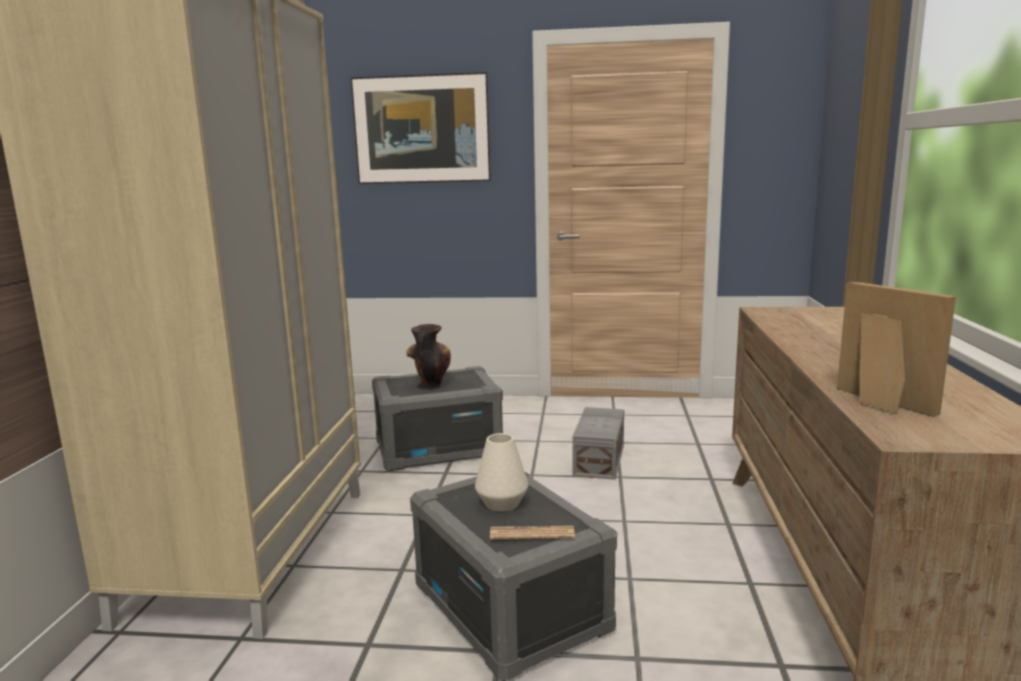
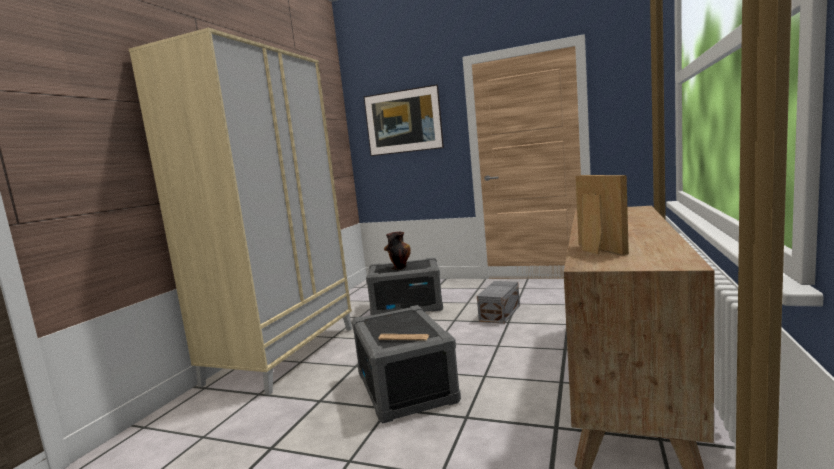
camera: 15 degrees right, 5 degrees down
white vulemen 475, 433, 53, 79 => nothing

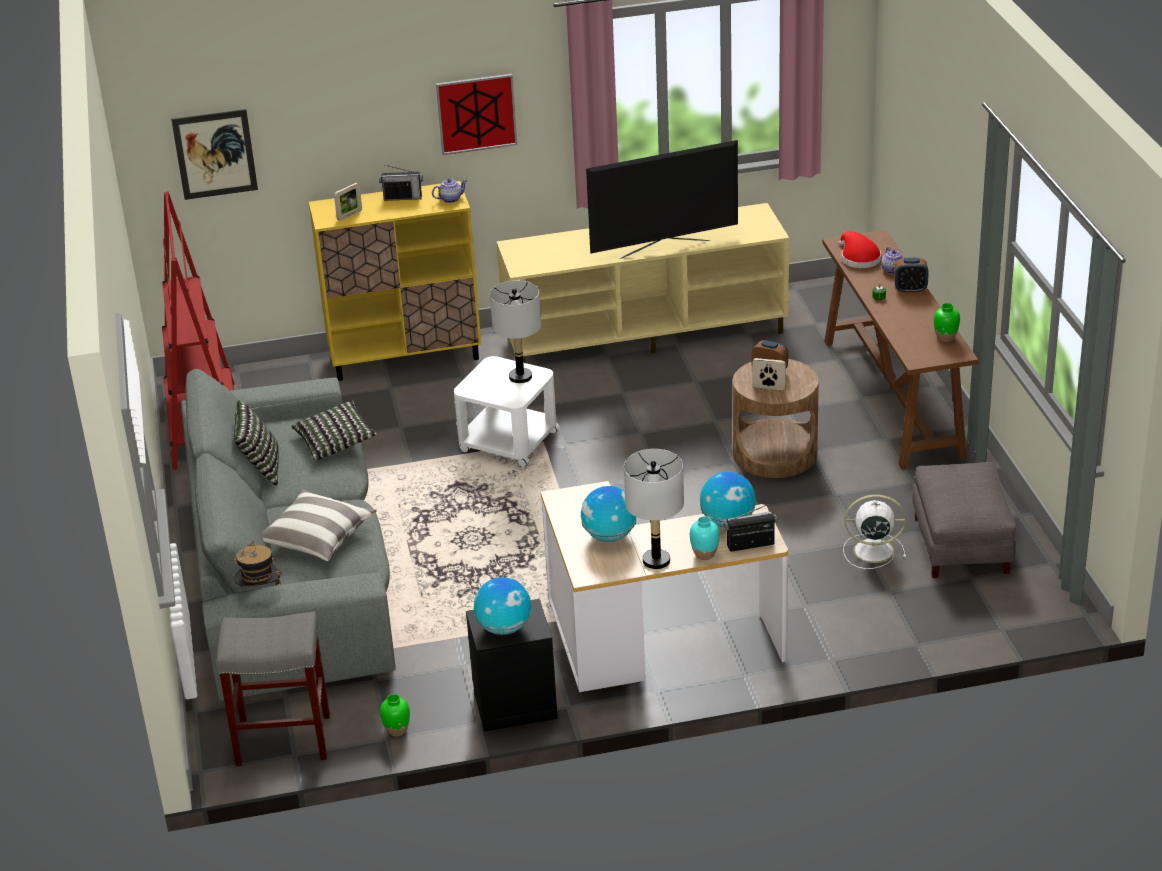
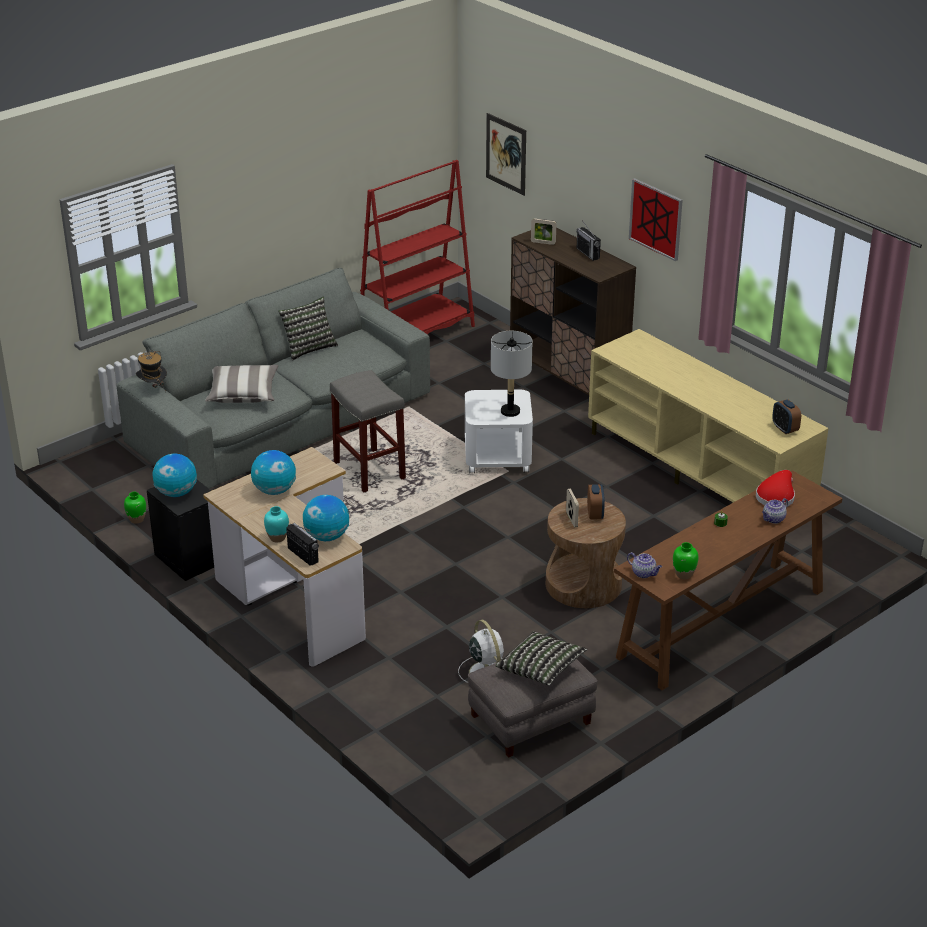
camera: 60 degrees right, 0 degrees up
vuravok 586, 140, 152, 119 => nothing
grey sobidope 624, 449, 60, 120 => nothing
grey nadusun 216, 611, 114, 155 => grey nadusun 330, 370, 76, 122, relocated
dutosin 292, 400, 84, 61 => dutosin 496, 631, 91, 55, relocated
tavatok 432, 179, 35, 24 => tavatok 627, 552, 35, 26, relocated
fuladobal 894, 258, 35, 35 => fuladobal 772, 399, 29, 35, relocated
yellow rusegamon 309, 181, 172, 200 => brown rusegamon 510, 227, 126, 168

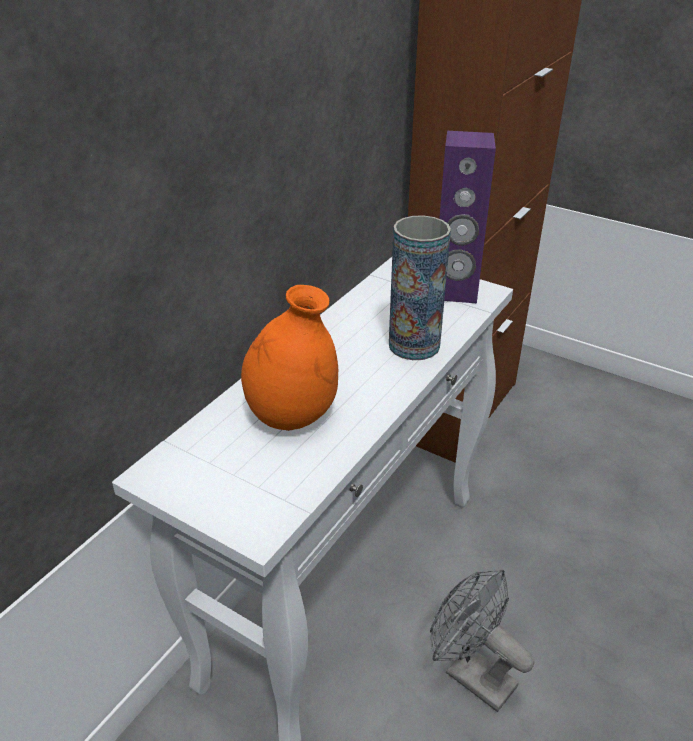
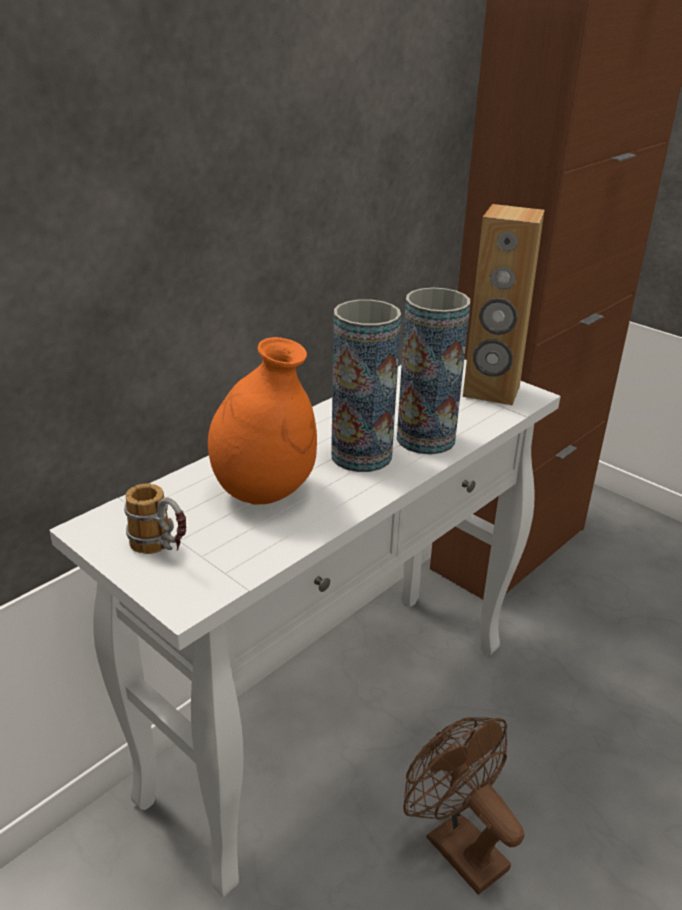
camera: 10 degrees right, 5 degrees down
nothing => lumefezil 124, 483, 62, 71
nothing => vulemen 331, 300, 70, 172
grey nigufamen 430, 570, 104, 142 => brown nigufamen 403, 717, 121, 178
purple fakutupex 439, 131, 57, 172 => brown fakutupex 463, 204, 82, 202

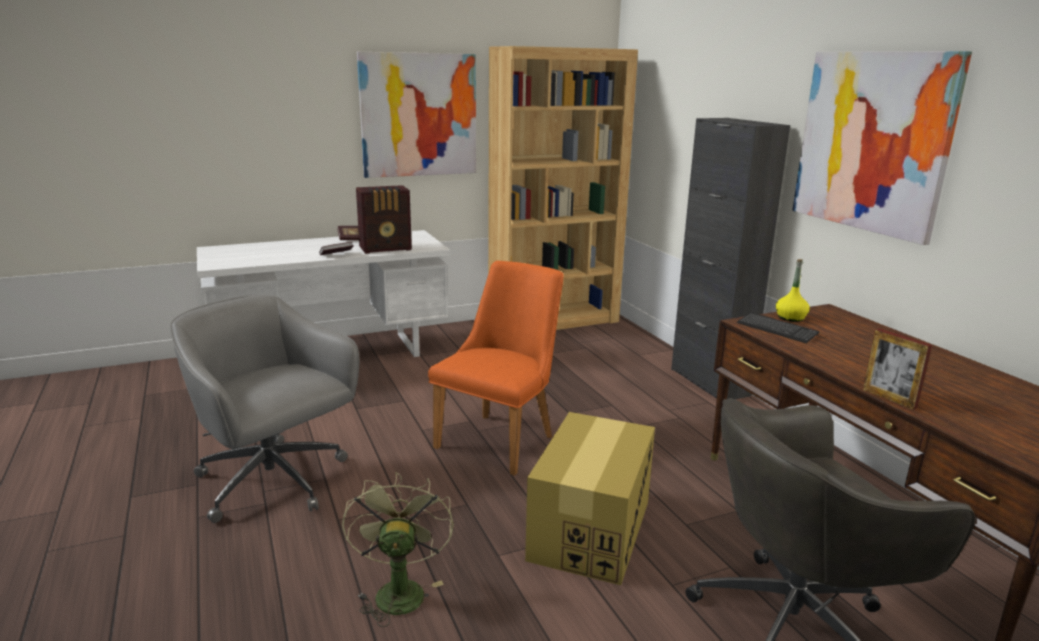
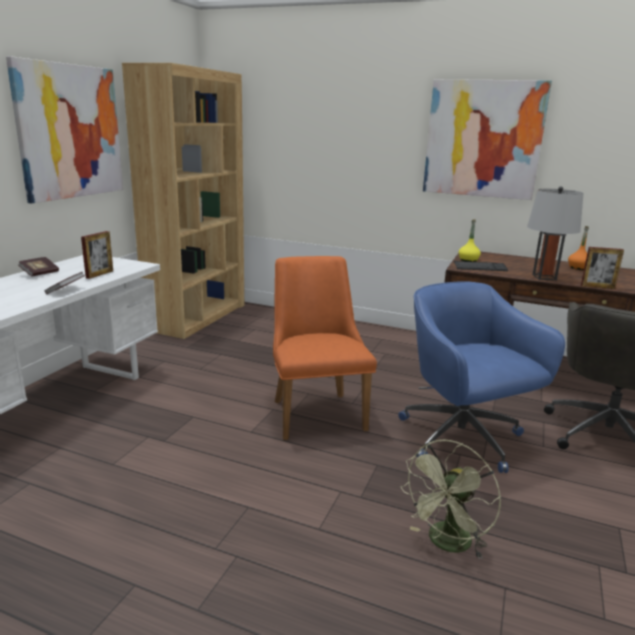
camera: 45 degrees left, 0 degrees up
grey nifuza 170, 295, 189, 228 => nothing
black rusegamon 671, 118, 119, 281 => nothing
nothing => grey sobidope 527, 186, 56, 94
nothing => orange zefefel 568, 226, 21, 44
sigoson 356, 185, 56, 69 => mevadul 81, 231, 32, 48
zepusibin 525, 412, 130, 173 => blue nifuza 398, 281, 167, 192
green nigufamen 342, 472, 112, 155 => green nigufamen 400, 440, 101, 120, 90 degrees counterclockwise

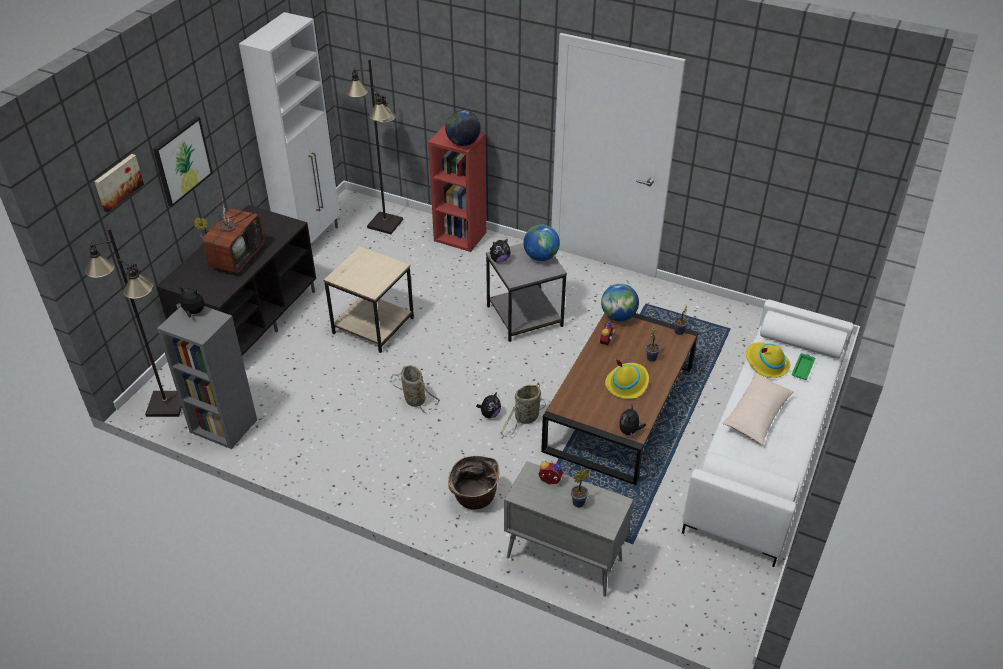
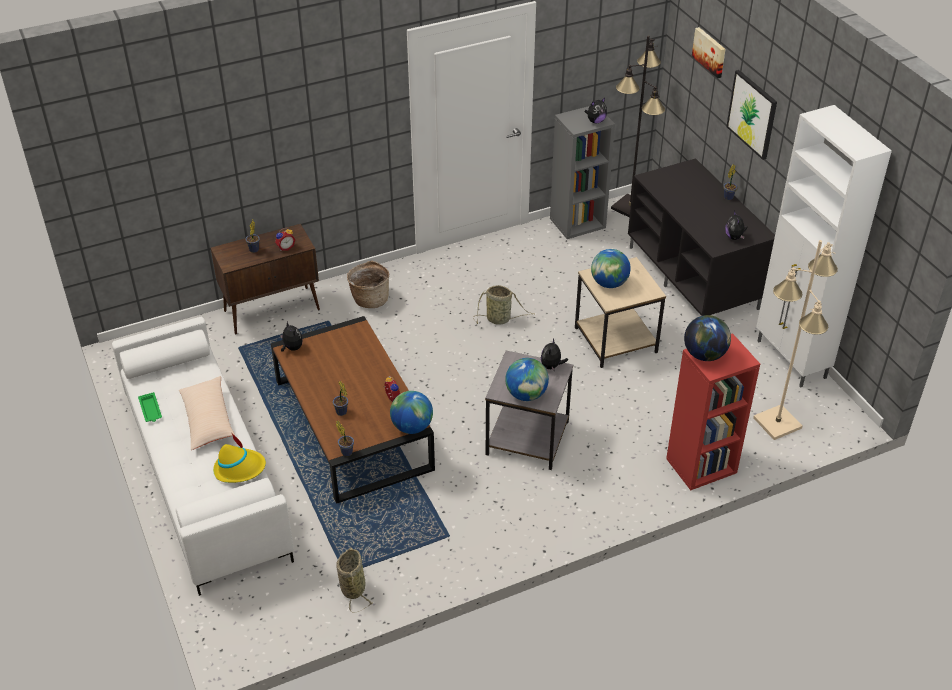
camera: 130 degrees right, 0 degrees up
vuravok 202, 189, 63, 85 => nothing
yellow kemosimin 605, 360, 44, 39 => nothing
nothing => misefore 591, 249, 40, 39
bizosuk 476, 392, 25, 27 => bizosuk 725, 211, 22, 29, relocated
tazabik 500, 382, 46, 55 => tazabik 336, 548, 38, 65, relocated
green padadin 792, 353, 24, 27 => green padadin 138, 392, 24, 30, relocated
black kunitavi 346, 59, 57, 175 => beige kunitavi 753, 240, 85, 200
grey rusegamon 504, 461, 129, 136 => brown rusegamon 211, 224, 109, 110

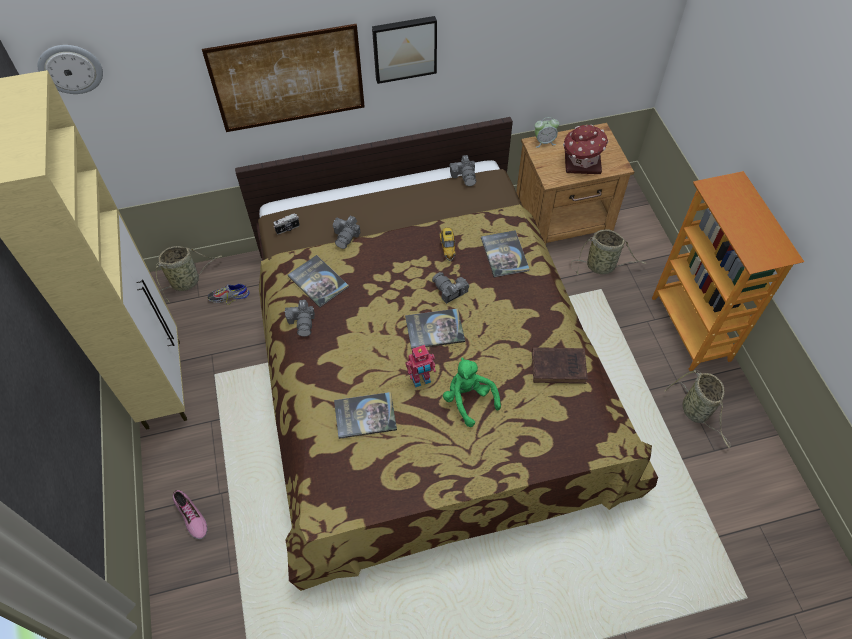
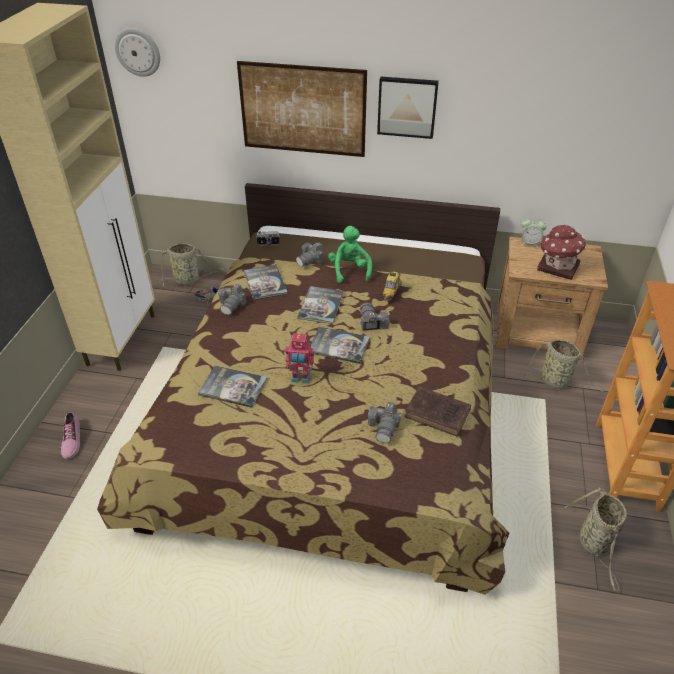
camera: 25 degrees right, 15 degrees down
green bizosuk 443, 357, 58, 70 => green bizosuk 328, 226, 44, 57, relocated
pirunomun 449, 155, 27, 31 => pirunomun 368, 402, 33, 41, relocated
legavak 481, 230, 49, 47 => legavak 297, 286, 47, 38, relocated

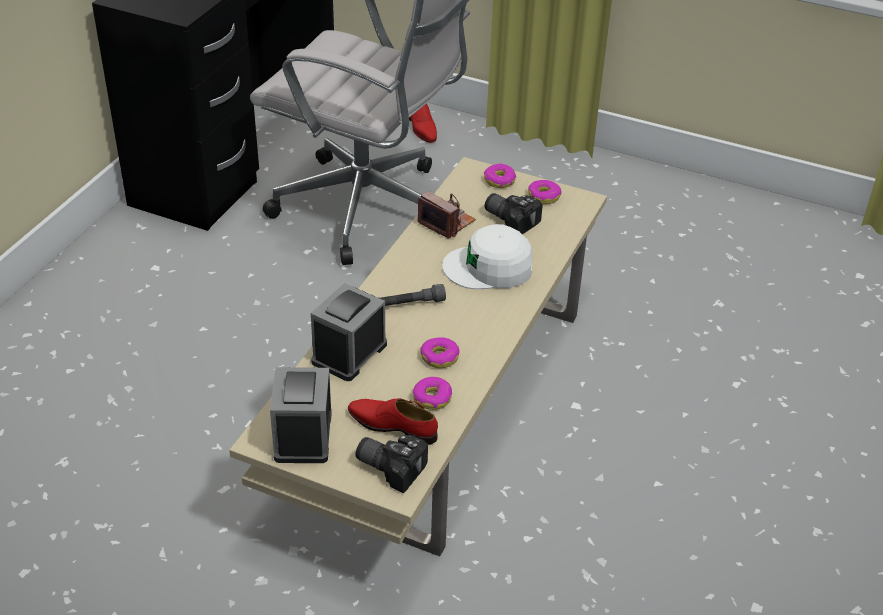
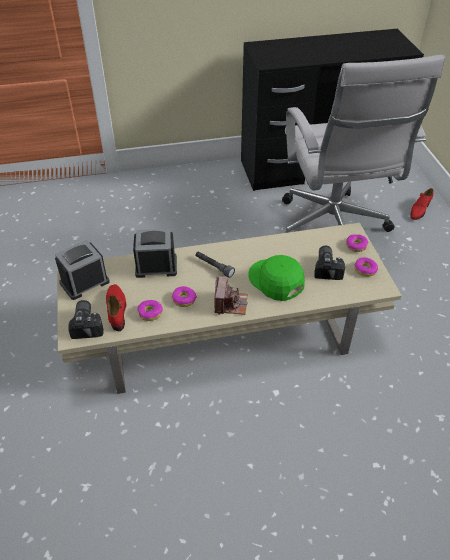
camera: 55 degrees right, 5 degrees up
pirunomun 417, 191, 59, 48 => pirunomun 214, 276, 34, 39, relocated
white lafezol 442, 224, 90, 65 => green lafezol 248, 255, 57, 46

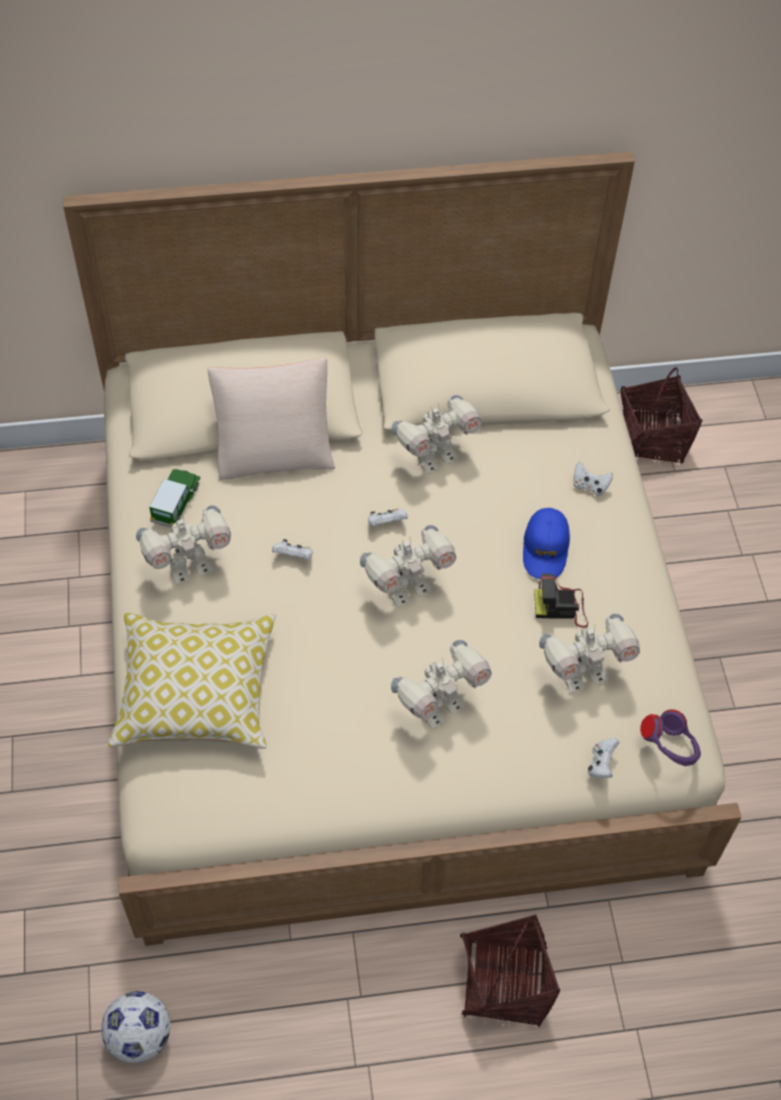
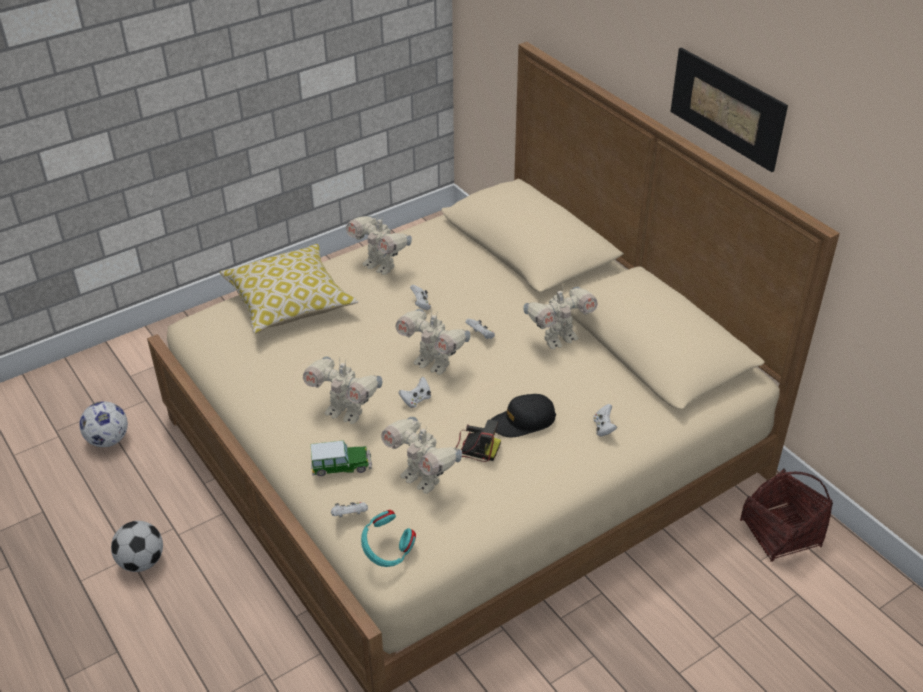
camera: 65 degrees right, 15 degrees down
beige dutosin 207, 357, 128, 123 => nothing
tazabik 460, 915, 101, 112 => nothing
nothing => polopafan 111, 521, 52, 51
nothing => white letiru 399, 377, 32, 31
nothing => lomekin 670, 47, 118, 125
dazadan 149, 469, 51, 59 => dazadan 311, 440, 61, 36, relocated
blue lafezol 523, 508, 47, 71 => black lafezol 490, 394, 66, 43
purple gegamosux 640, 709, 61, 57 => turquoise gegamosux 361, 510, 55, 57
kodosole 391, 395, 91, 79 => kodosole 523, 287, 75, 62, 60 degrees counterclockwise
pirunomun 534, 573, 54, 55 => pirunomun 456, 420, 45, 42, 135 degrees clockwise

